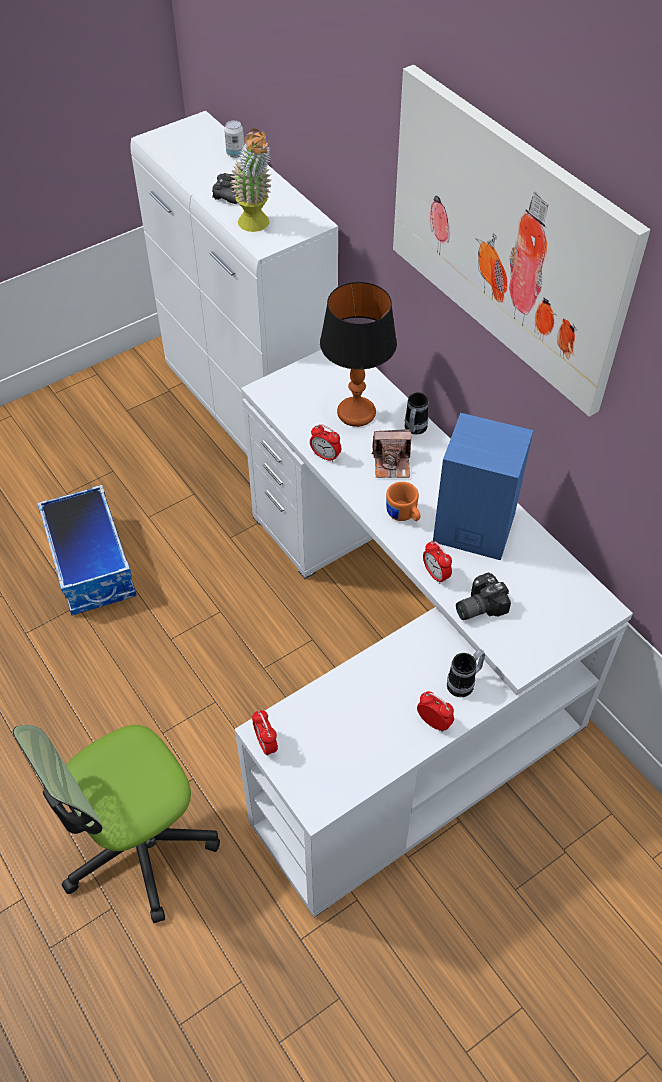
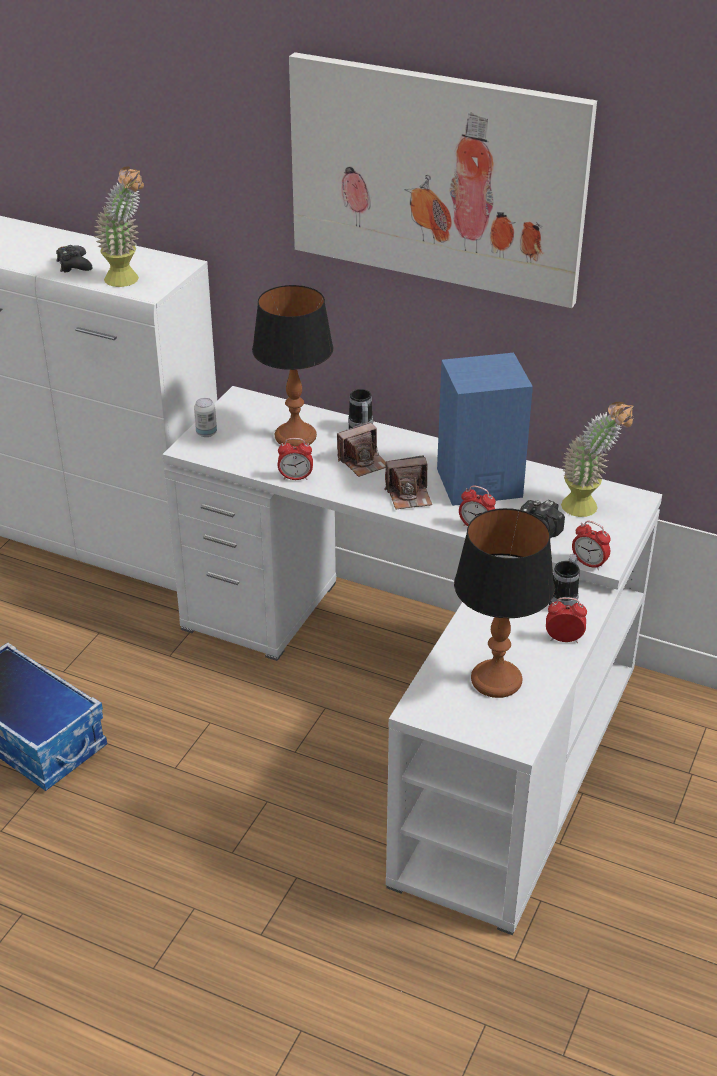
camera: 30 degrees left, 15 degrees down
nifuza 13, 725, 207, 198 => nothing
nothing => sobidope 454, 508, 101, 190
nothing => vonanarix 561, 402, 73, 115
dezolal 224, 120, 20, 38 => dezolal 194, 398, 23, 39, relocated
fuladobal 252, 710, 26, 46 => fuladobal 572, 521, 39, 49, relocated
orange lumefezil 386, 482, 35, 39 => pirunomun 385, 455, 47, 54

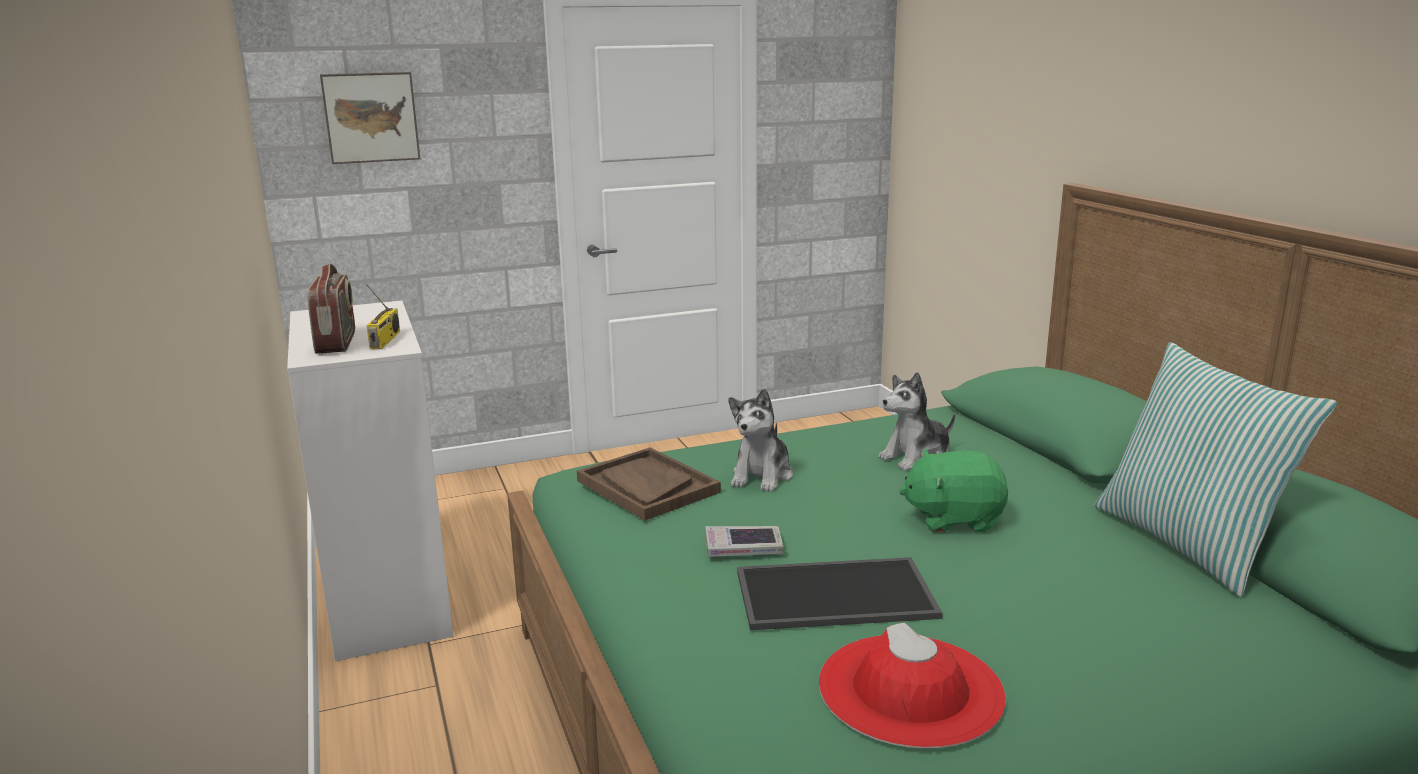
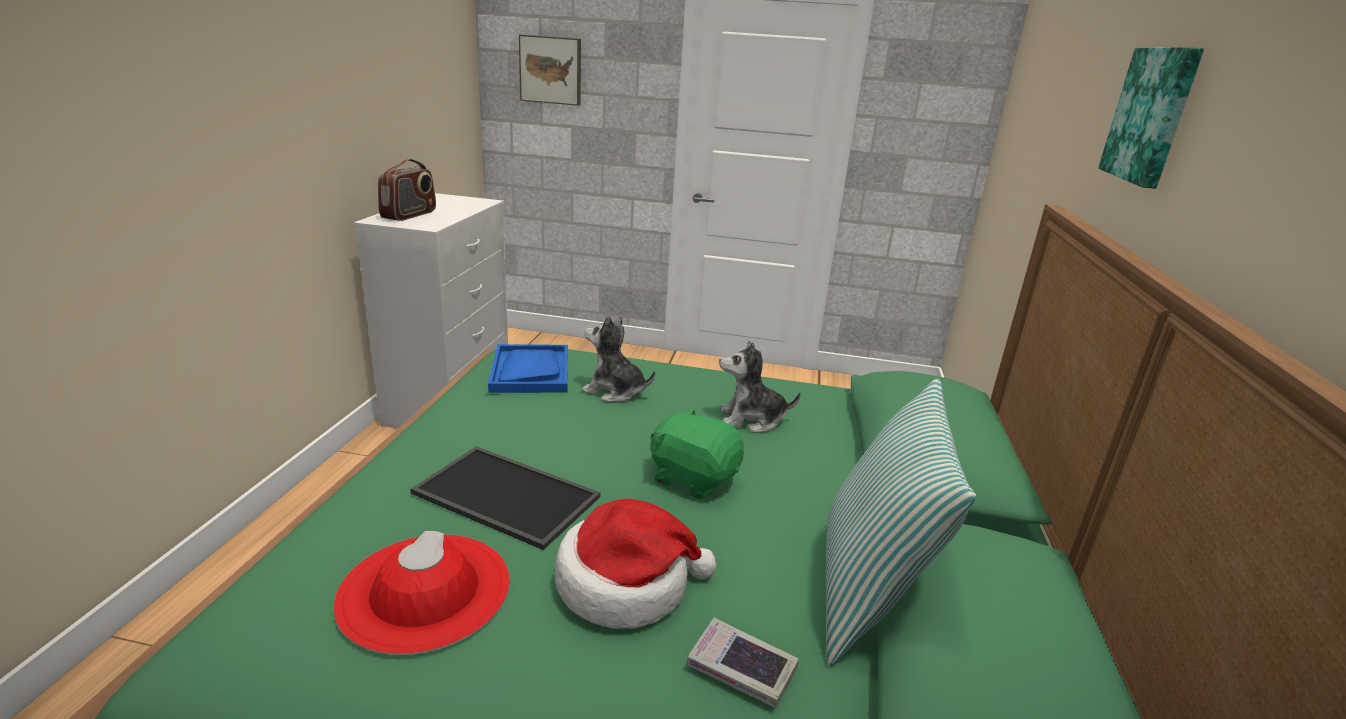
camera: 30 degrees right, 5 degrees up
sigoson 366, 284, 34, 65 => nothing
nothing => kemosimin 555, 499, 161, 130
nothing => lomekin 1098, 47, 106, 142
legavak 705, 526, 78, 31 => legavak 687, 617, 112, 91, relocated
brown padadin 577, 447, 144, 74 => blue padadin 488, 344, 80, 49
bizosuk 729, 388, 64, 104 => bizosuk 581, 315, 74, 88, 60 degrees clockwise

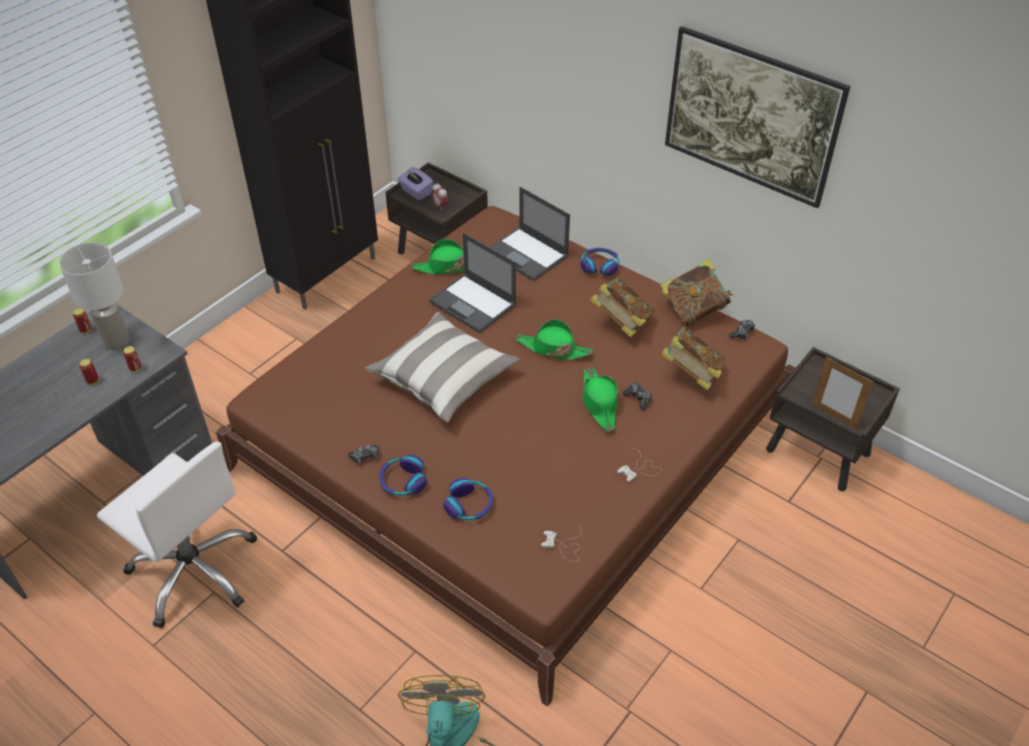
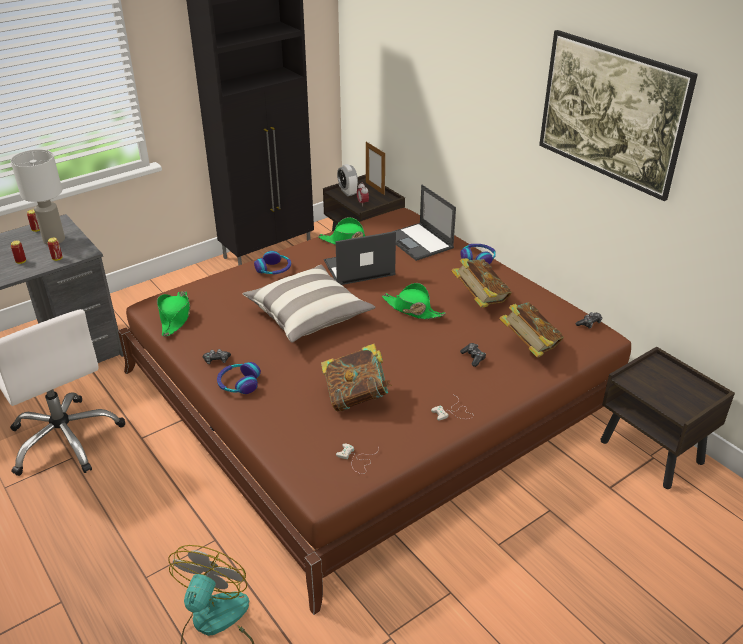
camera: 15 degrees right, 10 degrees down
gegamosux 443, 478, 50, 42 => gegamosux 254, 251, 37, 23, relocated
green kemosimin 583, 367, 35, 65 => green kemosimin 157, 291, 33, 45, relocated
legavak 660, 259, 73, 68 => legavak 321, 344, 72, 68, relocated
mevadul 812, 357, 61, 72 => mevadul 366, 142, 19, 53, relocated
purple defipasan 398, 167, 36, 34 => fuladobal 337, 164, 21, 32
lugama 429, 233, 88, 100 => lugama 324, 231, 72, 54, 105 degrees clockwise

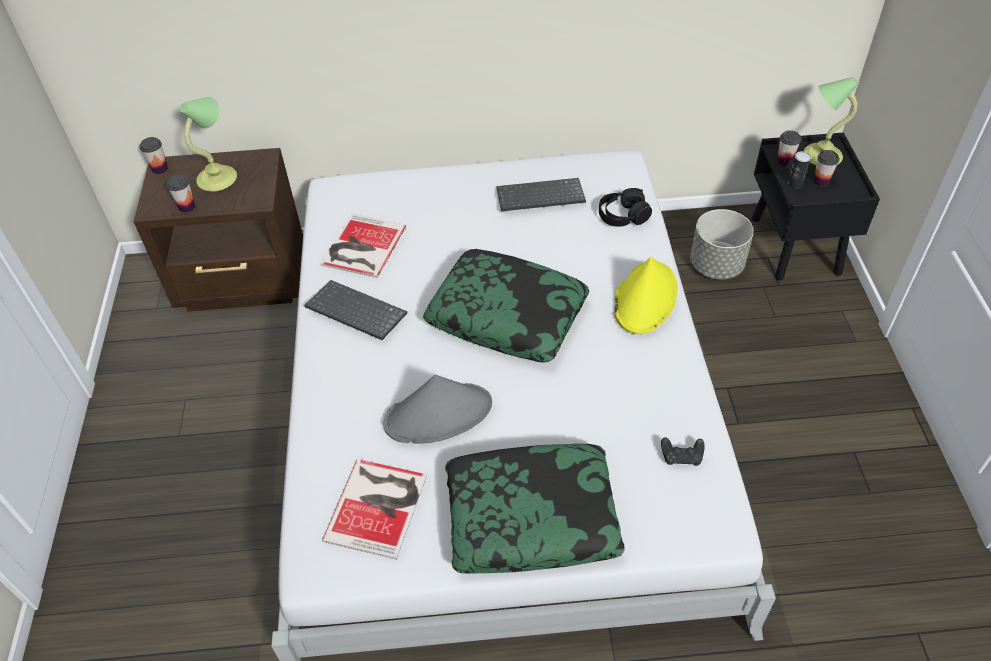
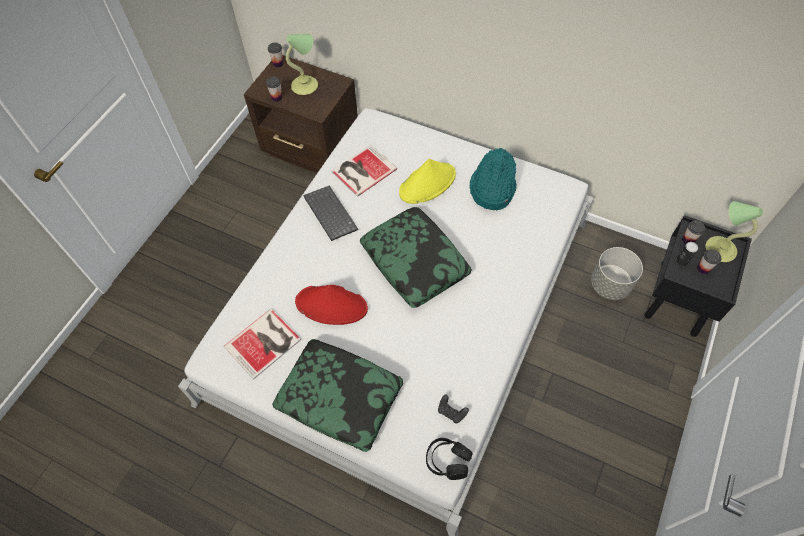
camera: 30 degrees right, 10 degrees up
black gegamosux 599, 188, 53, 39 => black gegamosux 426, 438, 47, 42, relocated
yellow kemosimin 614, 257, 64, 77 => yellow kemosimin 399, 159, 57, 45, relocated
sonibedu 496, 178, 90, 33 => turquoise kemosimin 470, 148, 46, 62
grey kemosimin 384, 375, 108, 69 => red kemosimin 295, 285, 73, 40

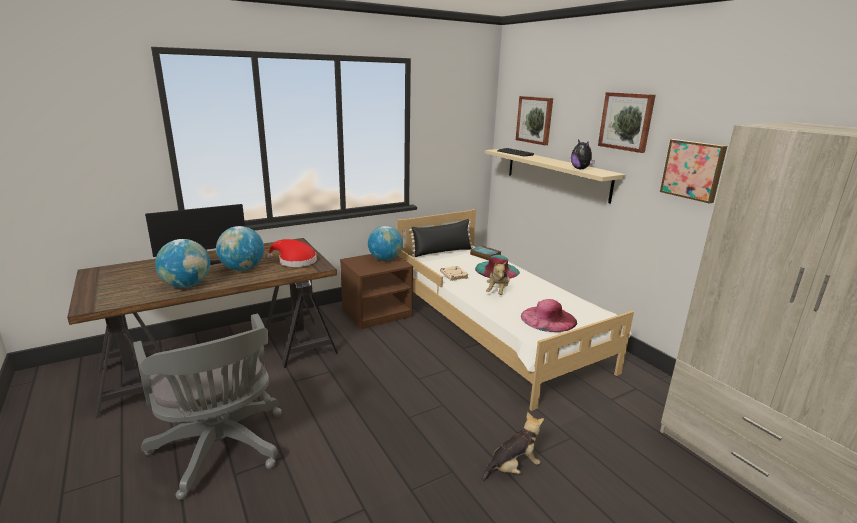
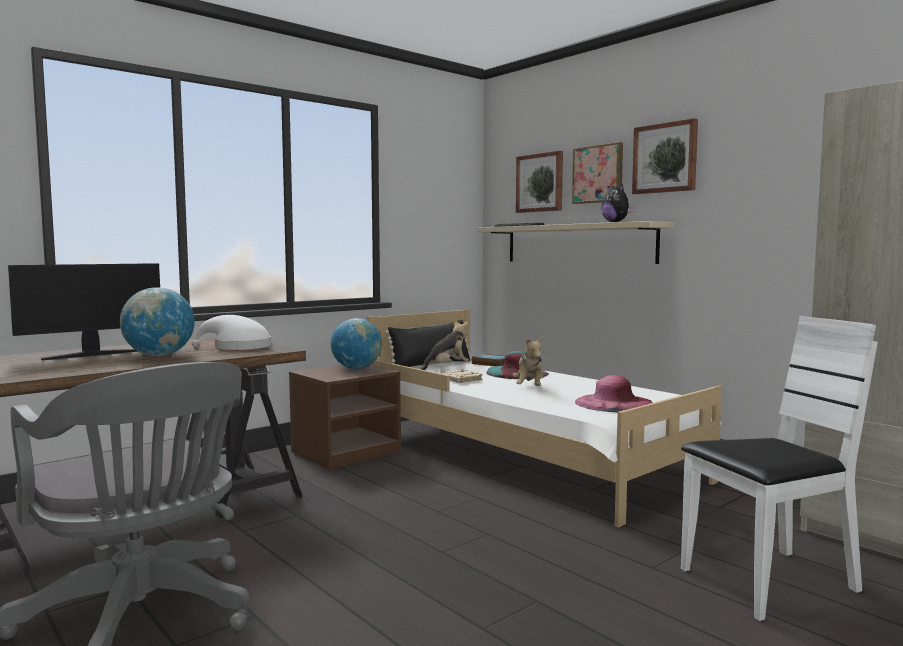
camera: 10 degrees left, 15 degrees down
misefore 155, 239, 55, 49 => nothing
nothing => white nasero 681, 316, 197, 305
bizosuk 481, 412, 63, 70 => bizosuk 421, 320, 48, 50, relocated
lomekin 660, 139, 67, 65 => lomekin 572, 142, 51, 62, relocated
red kemosimin 267, 239, 50, 28 => white kemosimin 192, 315, 80, 35

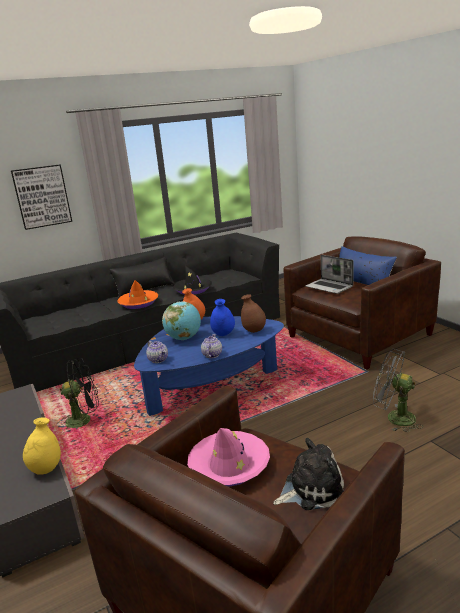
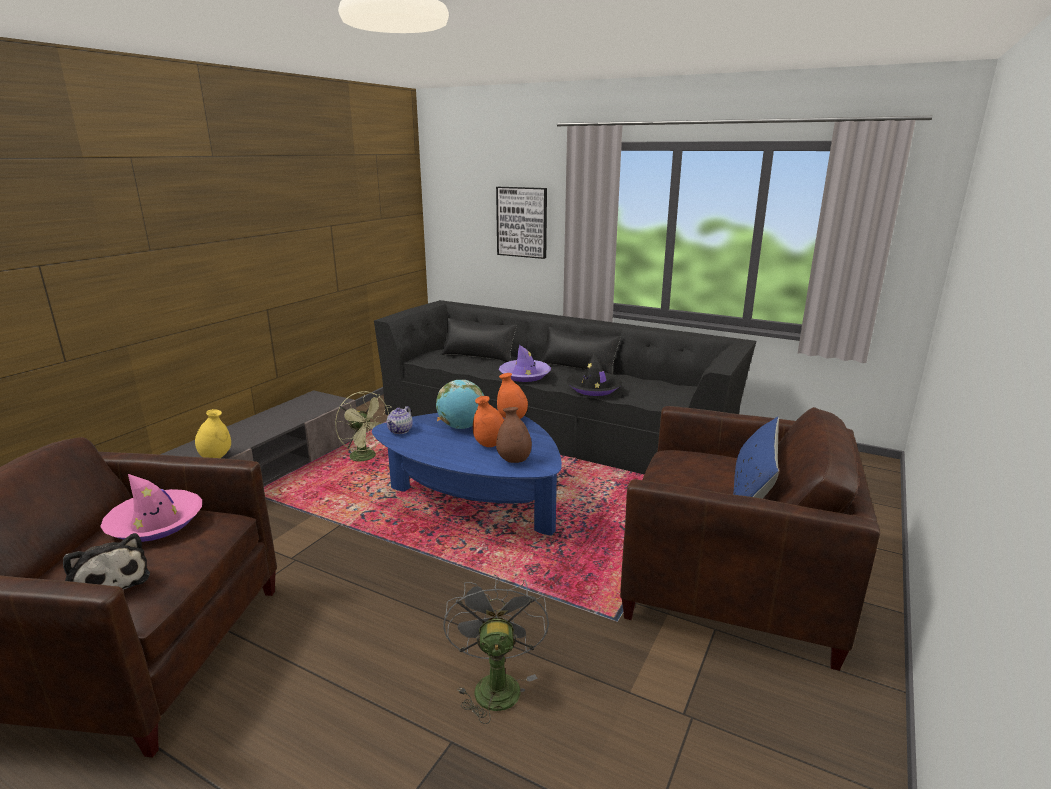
camera: 55 degrees right, 0 degrees up
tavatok 201, 334, 21, 24 => nothing
lugama 305, 255, 48, 39 => nothing
nothing => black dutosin 441, 318, 76, 44
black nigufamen 60, 358, 39, 71 => green nigufamen 335, 391, 56, 70
orange kemosimin 117, 280, 42, 29 => purple kemosimin 499, 345, 52, 37
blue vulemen 210, 299, 25, 37 => orange vulemen 473, 396, 31, 51

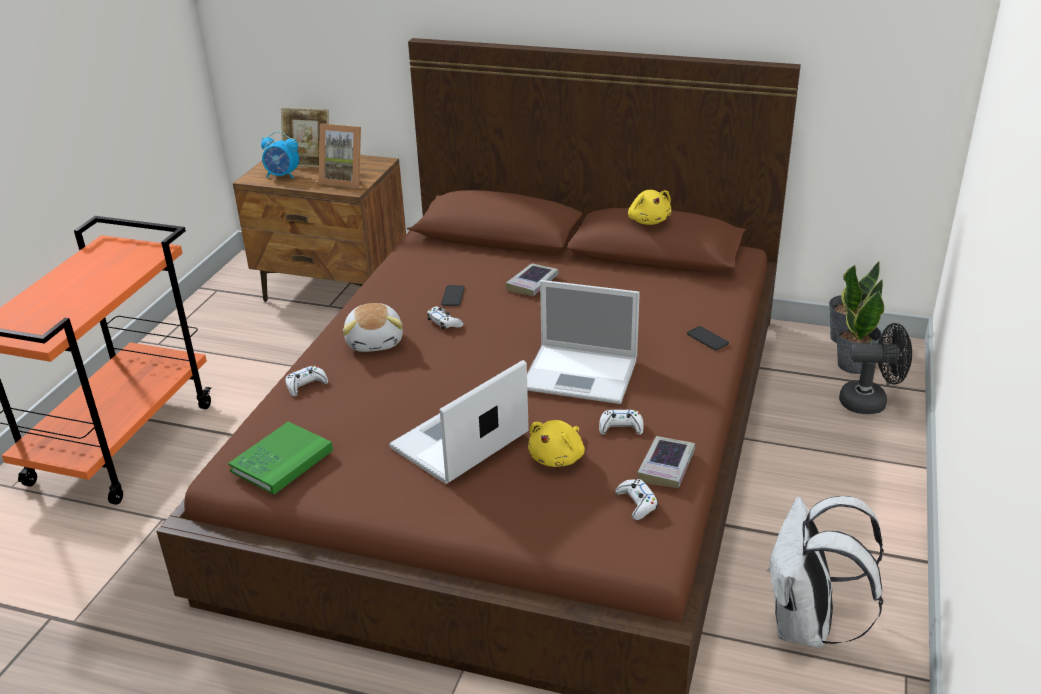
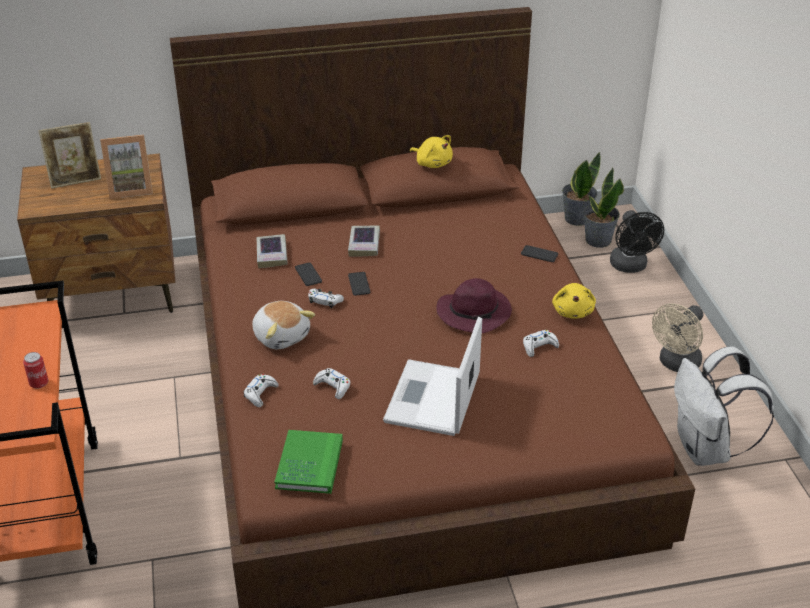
camera: 30 degrees left, 5 degrees up
fuladobal 261, 131, 38, 48 => nothing
nothing => dezolal 23, 352, 25, 37
nothing => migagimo 348, 272, 22, 24
nothing => beige nigufamen 652, 303, 51, 69
yellow bizosuk 528, 420, 57, 47 => yellow bizosuk 552, 283, 44, 36, relocated
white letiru 615, 479, 43, 41 => white letiru 313, 368, 37, 31, relocated
legavak 638, 436, 57, 52 => legavak 257, 234, 31, 34, relocated
lugama 527, 280, 113, 124 => purple kemosimin 436, 278, 76, 55
black nigufamen 839, 323, 73, 91 => black nigufamen 610, 210, 54, 63, 105 degrees clockwise

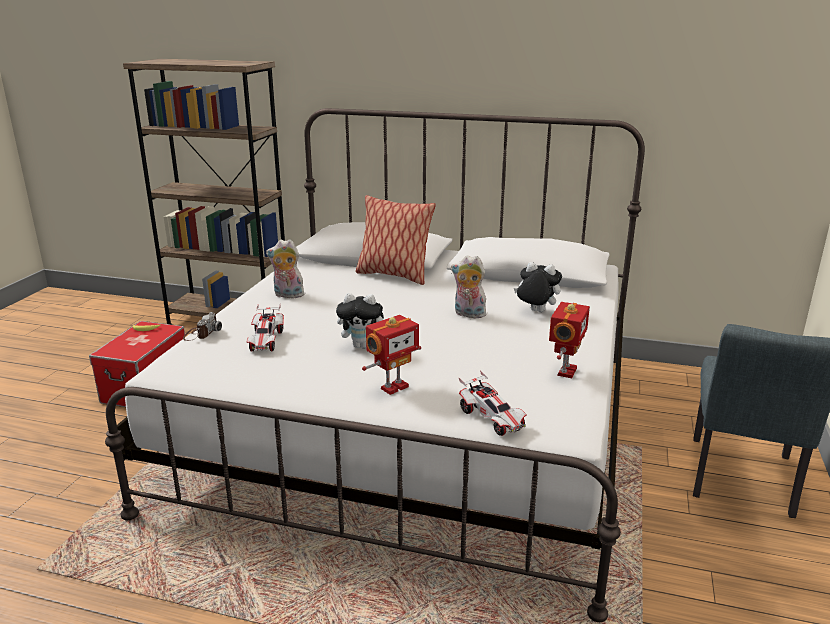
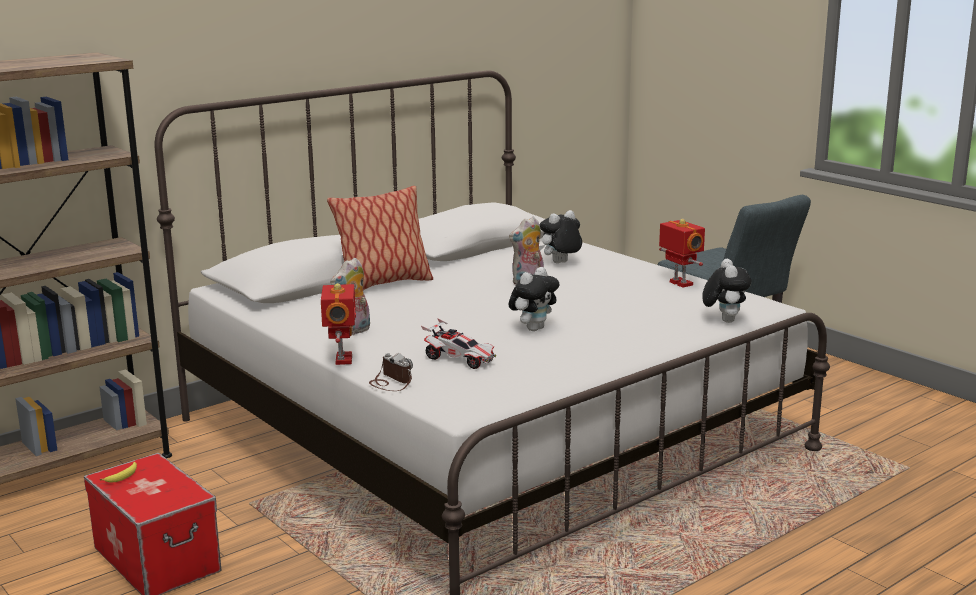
camera: 55 degrees left, 5 degrees down
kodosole 362, 315, 59, 80 => kodosole 321, 283, 35, 82, relocated
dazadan 459, 370, 67, 66 => bizosuk 702, 259, 50, 64

